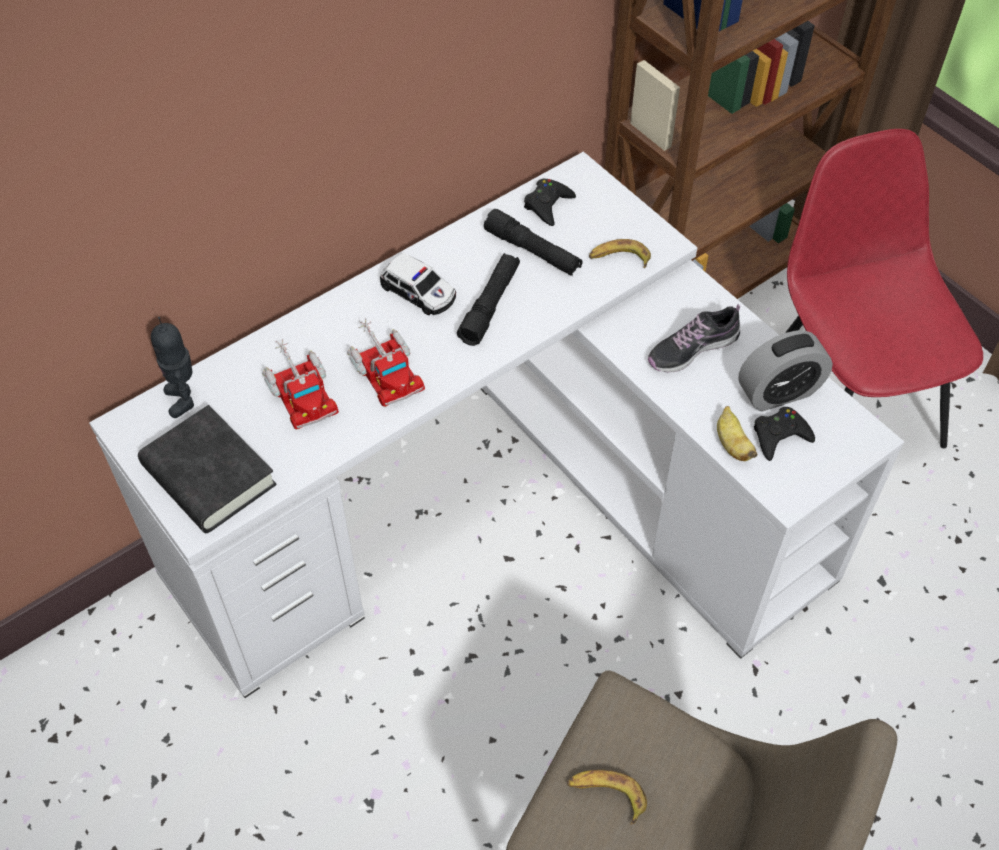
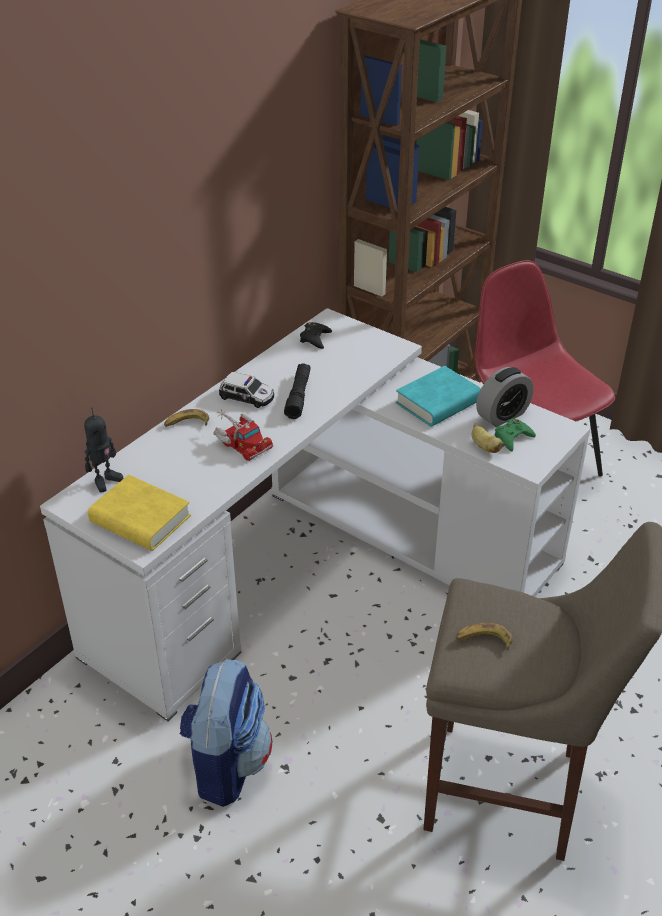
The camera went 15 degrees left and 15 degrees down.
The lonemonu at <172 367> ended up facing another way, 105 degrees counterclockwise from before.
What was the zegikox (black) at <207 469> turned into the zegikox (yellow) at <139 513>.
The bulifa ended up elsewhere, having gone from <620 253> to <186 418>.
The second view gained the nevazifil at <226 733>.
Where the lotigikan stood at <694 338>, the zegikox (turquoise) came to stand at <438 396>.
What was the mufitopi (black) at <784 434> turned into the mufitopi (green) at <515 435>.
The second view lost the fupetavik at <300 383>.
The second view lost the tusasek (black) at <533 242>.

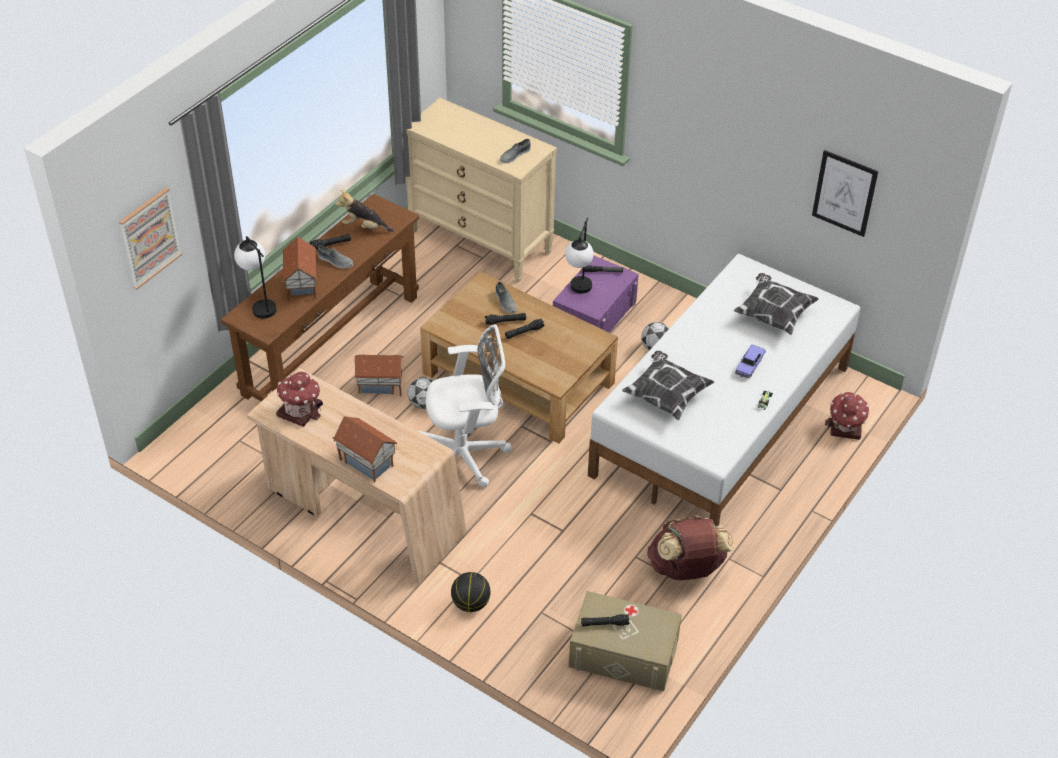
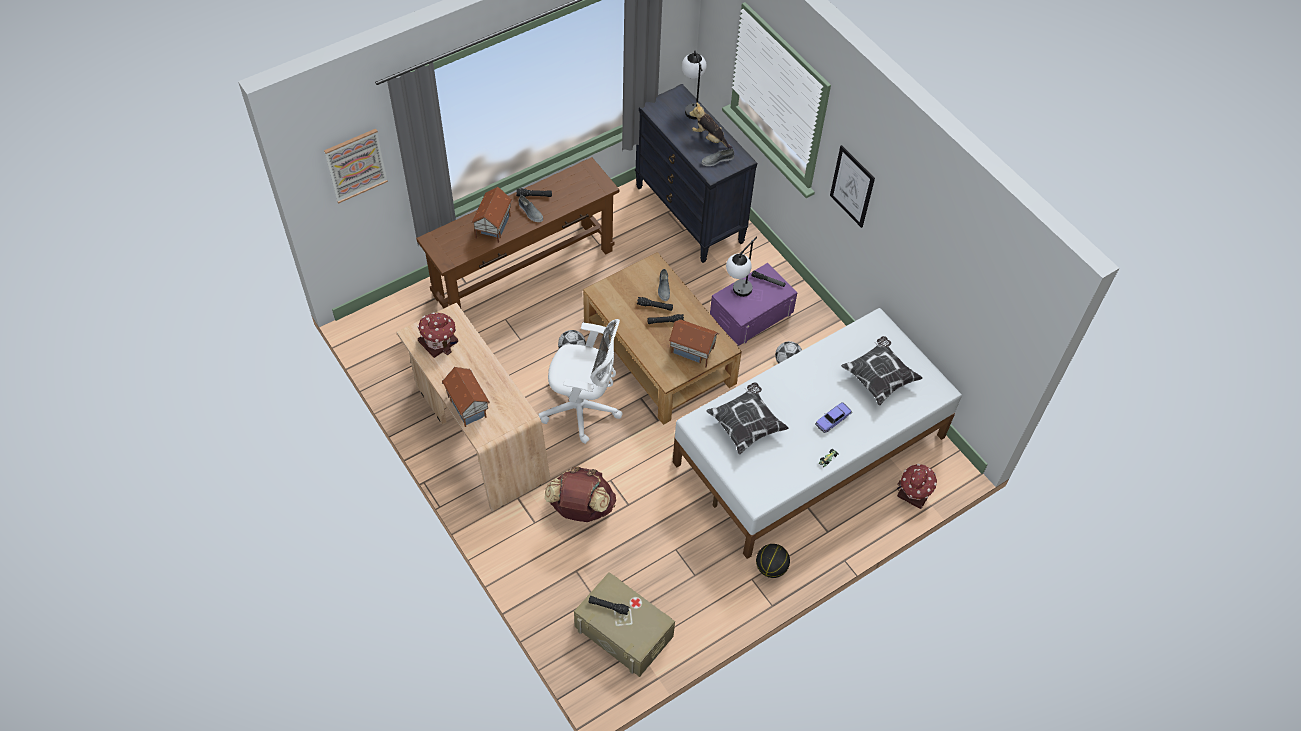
The camera went 20 degrees right and 10 degrees up.
The nevazifil (brown) ended up elsewhere, having gone from <690 547> to <580 494>.
What was the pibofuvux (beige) at <481 189> turned into the pibofuvux (black) at <696 173>.
The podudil ended up elsewhere, having gone from <379 375> to <693 343>.
The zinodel ended up elsewhere, having gone from <255 277> to <694 85>.
The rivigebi ended up elsewhere, having gone from <365 211> to <711 125>.
The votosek ended up elsewhere, having gone from <471 592> to <773 561>.
The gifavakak ended up elsewhere, having gone from <845 193> to <852 186>.

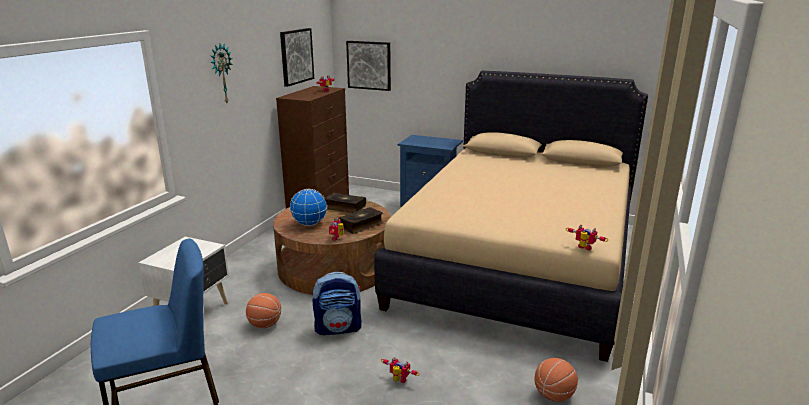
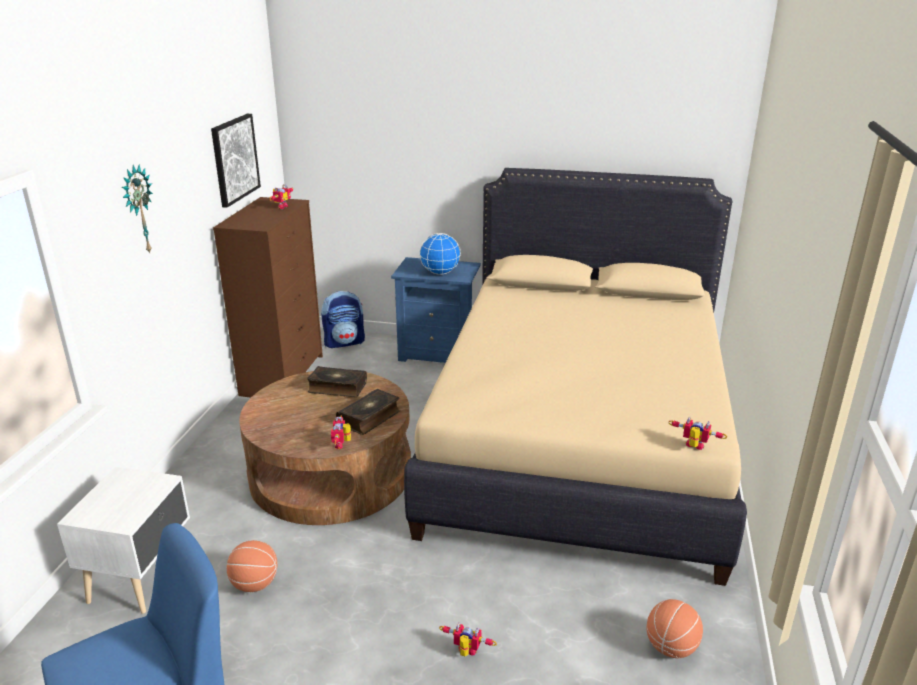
The camera went 10 degrees left and 5 degrees up.
The nevazifil ended up elsewhere, having gone from <337 303> to <343 319>.
The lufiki ended up elsewhere, having gone from <308 207> to <440 254>.
The second view lost the gifavakak at <368 66>.

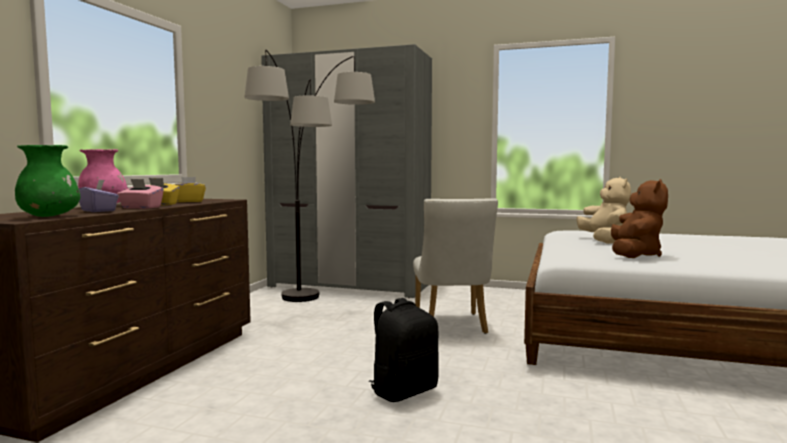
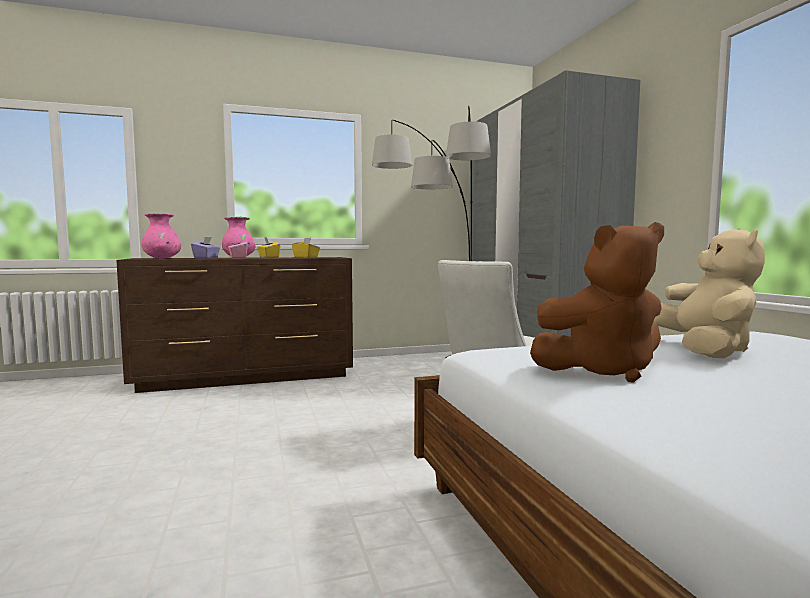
The camera went 55 degrees right and 0 degrees up.
What was the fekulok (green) at <47 181> turned into the fekulok (pink) at <161 236>.
The rivigebi (beige) at <604 210> ended up facing another way, 45 degrees counterclockwise from before.
The second view lost the nevazifil (black) at <404 350>.

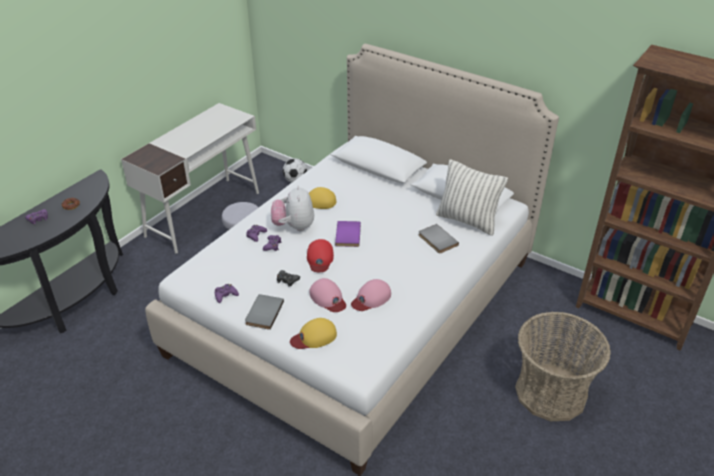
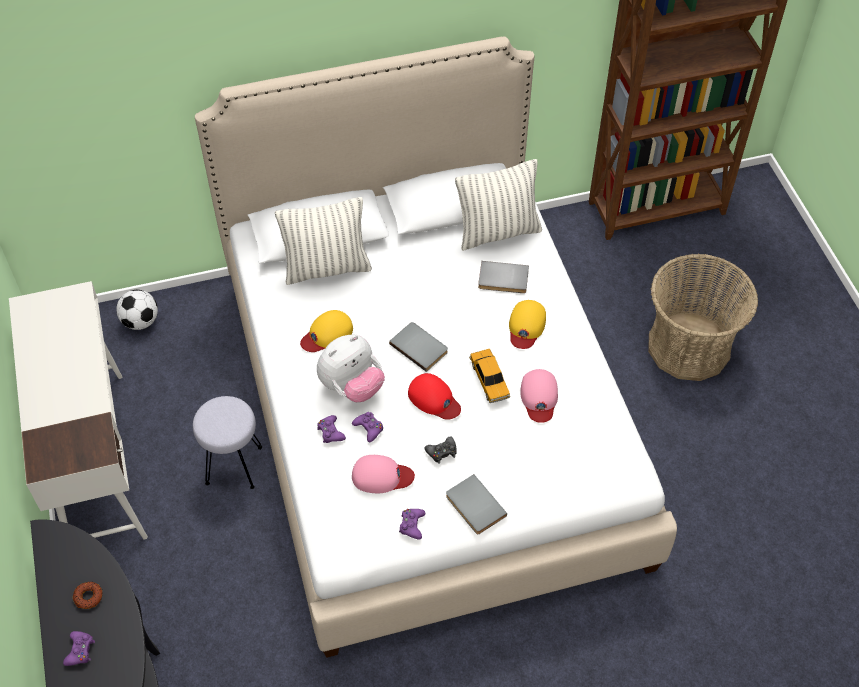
The camera went 50 degrees left and 15 degrees up.
The second view gained the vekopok at <323 241>.
The rivigebi at <292 208> ended up facing another way, 75 degrees counterclockwise from before.
The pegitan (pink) ended up elsewhere, having gone from <328 295> to <383 474>.
What was the zegikox (purple) at <348 234> turned into the zegikox (grey) at <418 347>.
The second view gained the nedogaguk at <489 376>.
The pegitan (yellow) ended up elsewhere, having gone from <313 333> to <527 324>.

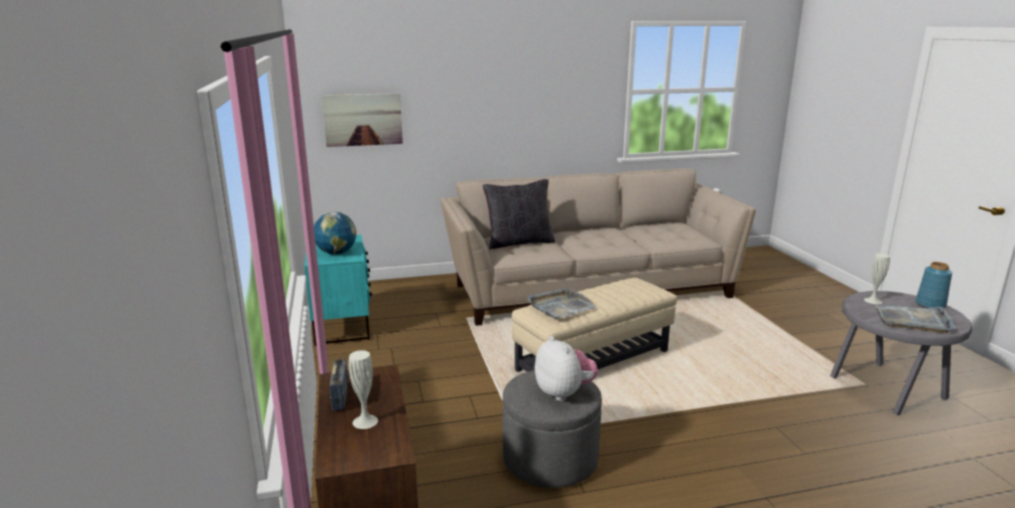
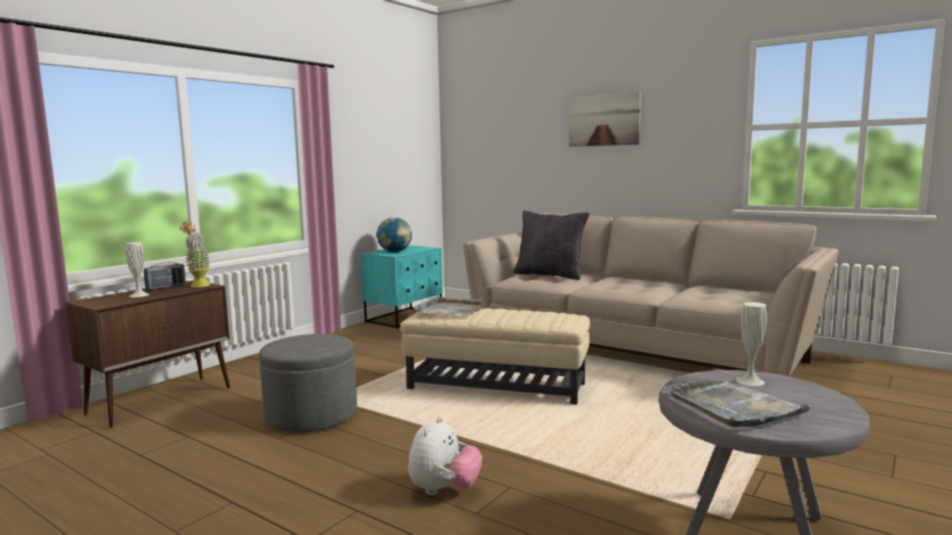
The camera went 50 degrees right and 10 degrees down.
The second view gained the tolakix at <195 255>.
The rivigebi ended up elsewhere, having gone from <566 368> to <445 455>.
The gifavakak ended up elsewhere, having gone from <362 120> to <605 119>.
The second view lost the fekulok (blue) at <933 285>.

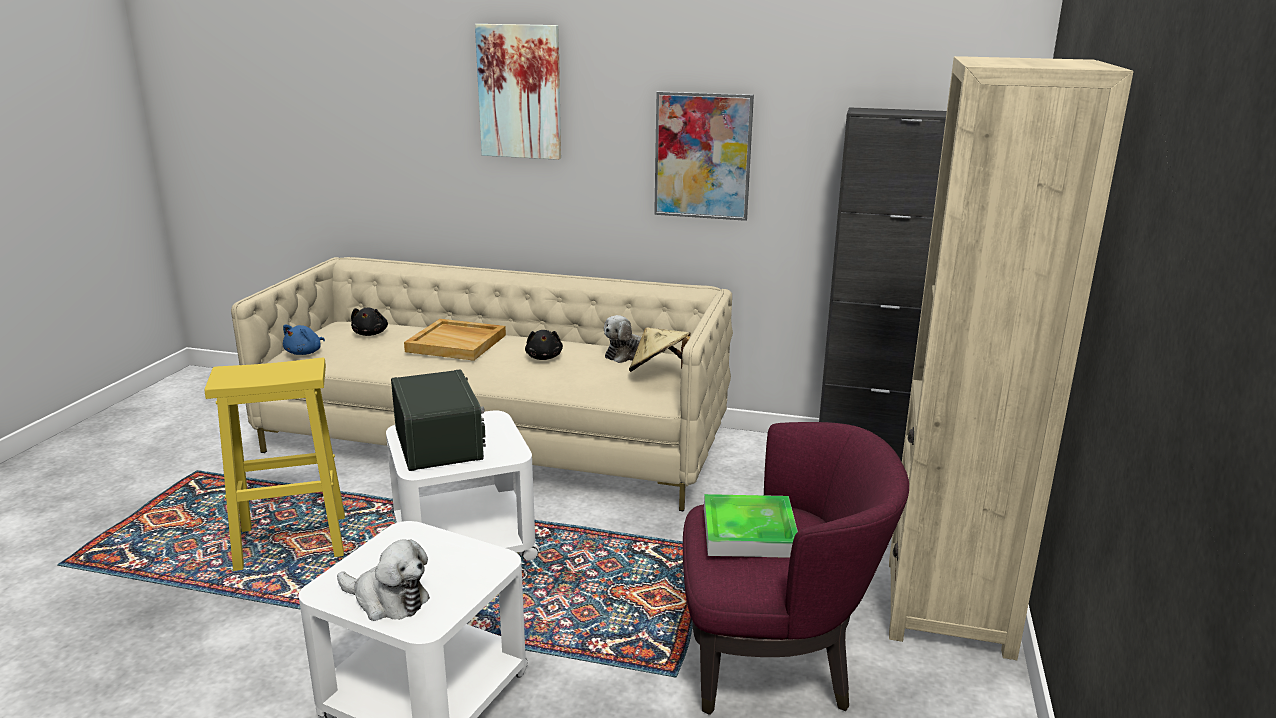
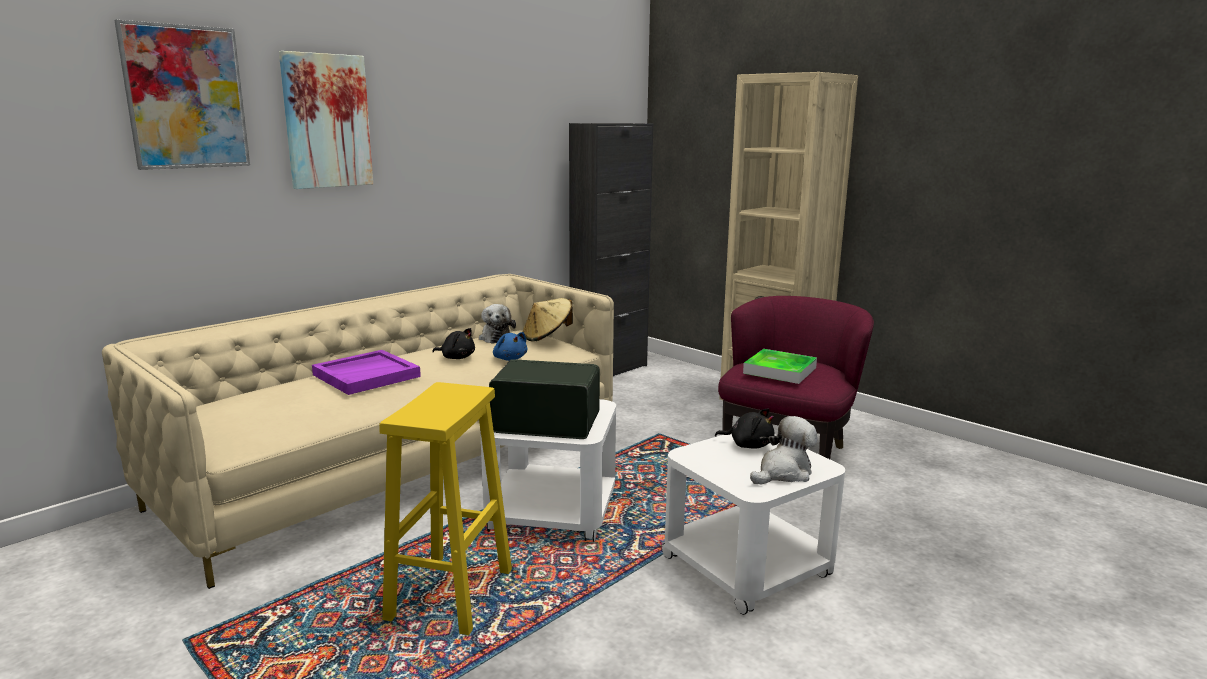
The camera went 60 degrees left and 5 degrees down.
The gifavakak ended up elsewhere, having gone from <704 156> to <182 95>.
What was the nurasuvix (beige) at <455 340> turned into the nurasuvix (purple) at <366 372>.
The rivigebi (blue) ended up elsewhere, having gone from <304 339> to <510 346>.
The rivigebi (black) ended up elsewhere, having gone from <369 321> to <745 428>.

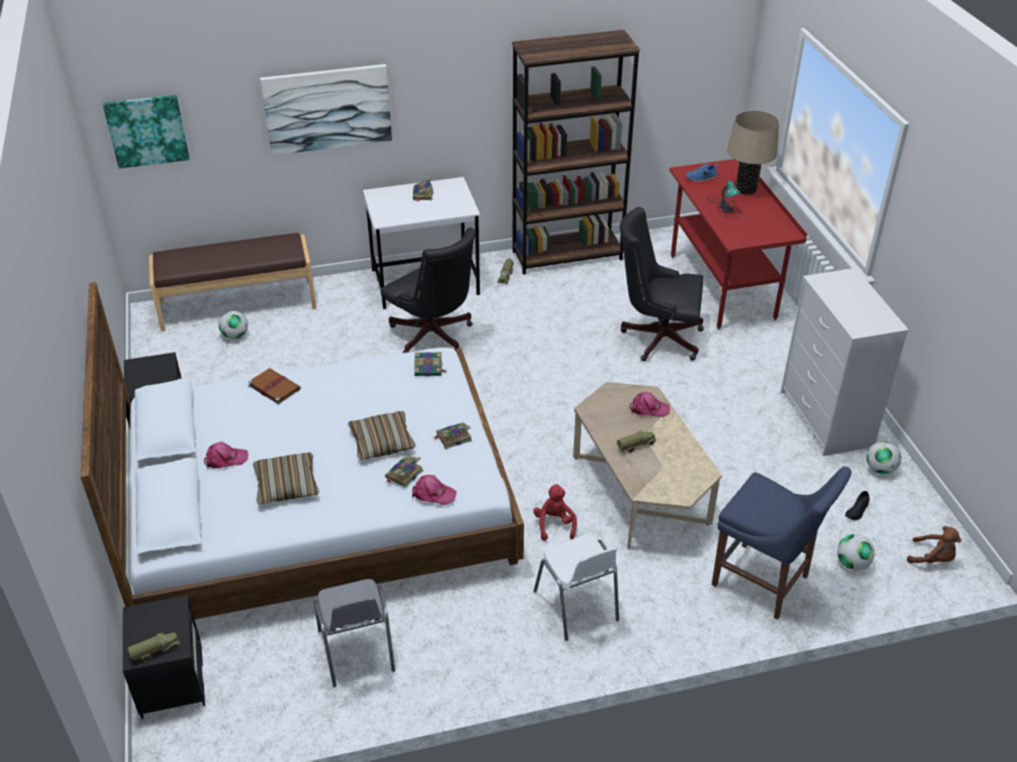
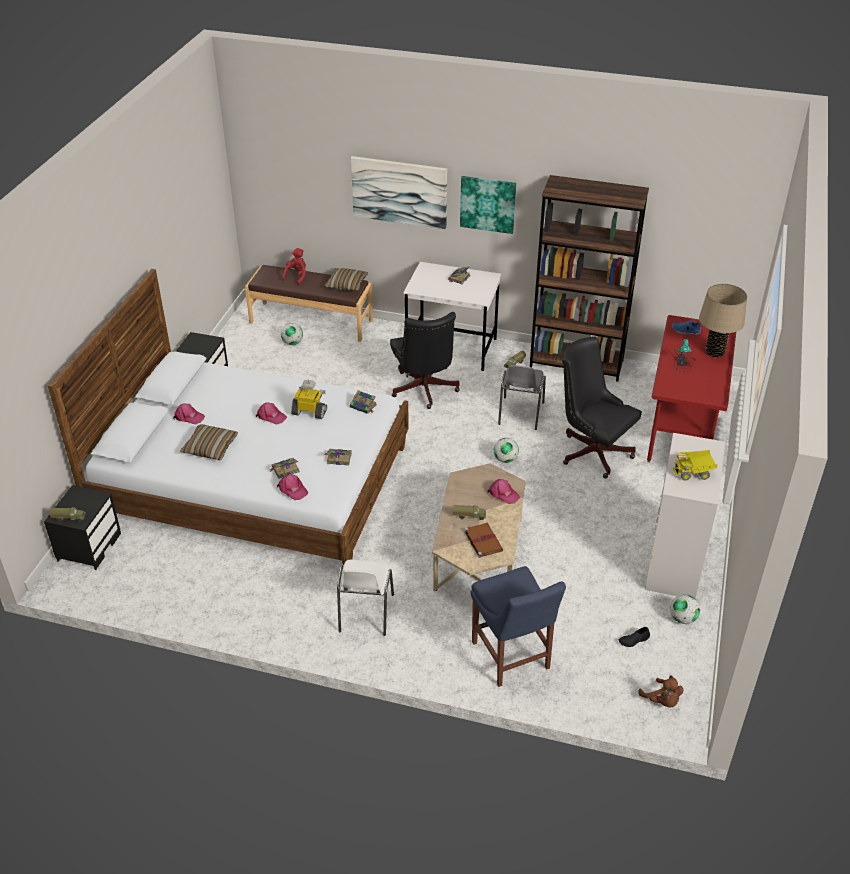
The camera went 30 degrees right and 0 degrees up.
The second view gained the pegitan (pink) at <271 413>.
The rivigebi (red) ended up elsewhere, having gone from <555 512> to <294 266>.
The second view gained the lonemonu at <309 399>.
The vekopok ended up elsewhere, having gone from <381 435> to <346 279>.
The gifavakak ended up elsewhere, having gone from <146 132> to <488 205>.
The zegikox (brown) ended up elsewhere, having gone from <274 386> to <483 540>.
The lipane ended up elsewhere, having gone from <856 552> to <506 450>.
The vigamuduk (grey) ended up elsewhere, having gone from <354 633> to <522 397>.
The second view gained the fupetavik at <695 465>.

